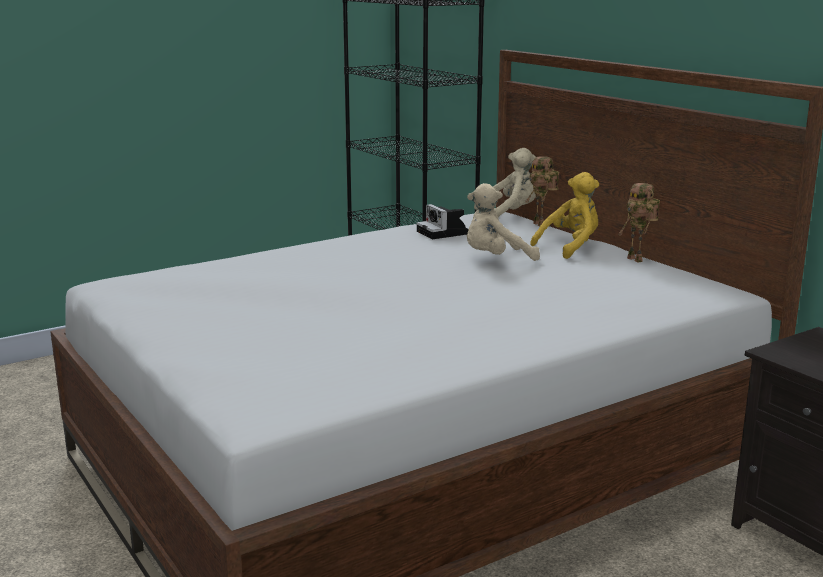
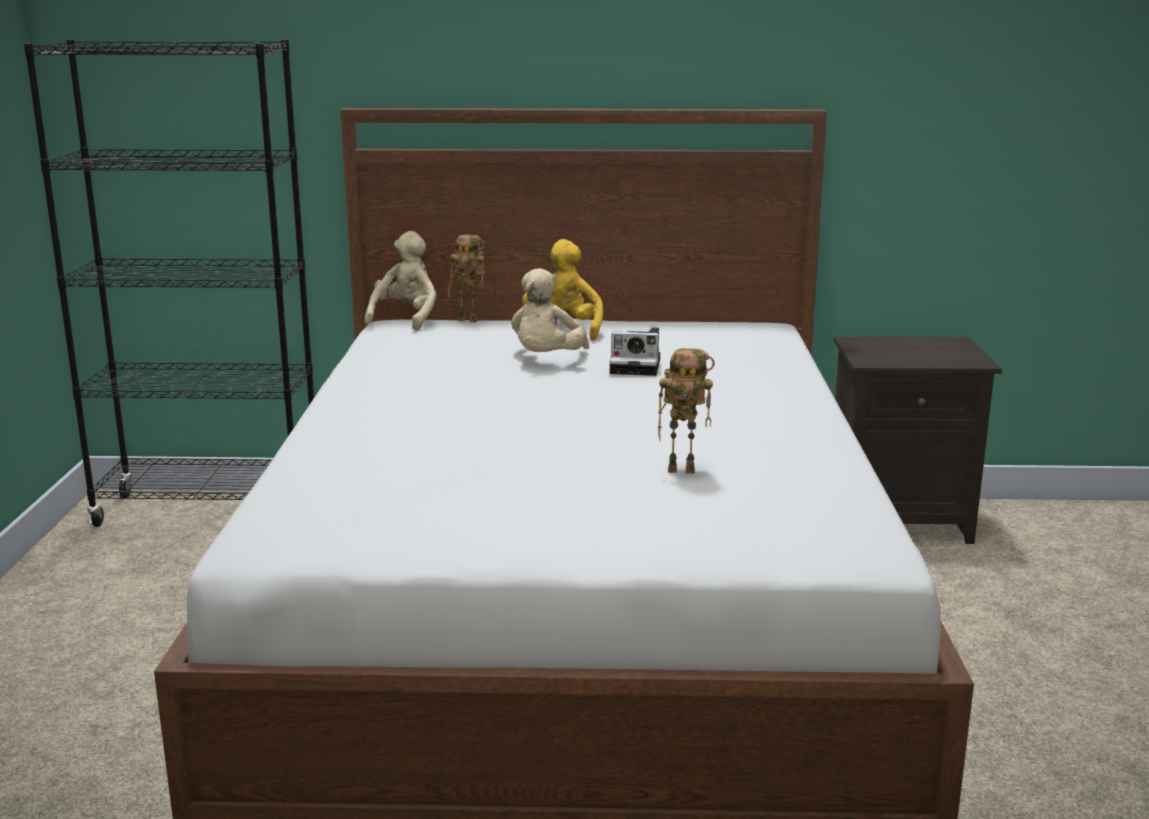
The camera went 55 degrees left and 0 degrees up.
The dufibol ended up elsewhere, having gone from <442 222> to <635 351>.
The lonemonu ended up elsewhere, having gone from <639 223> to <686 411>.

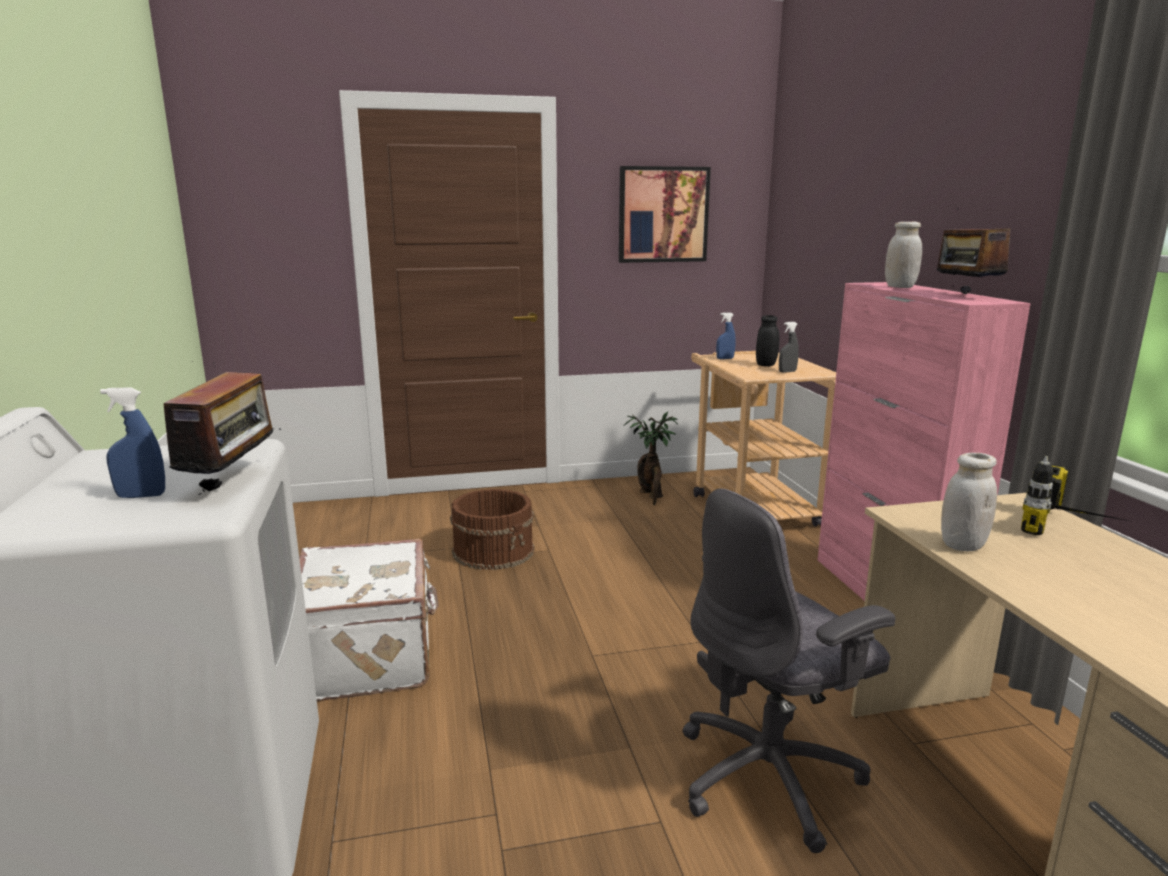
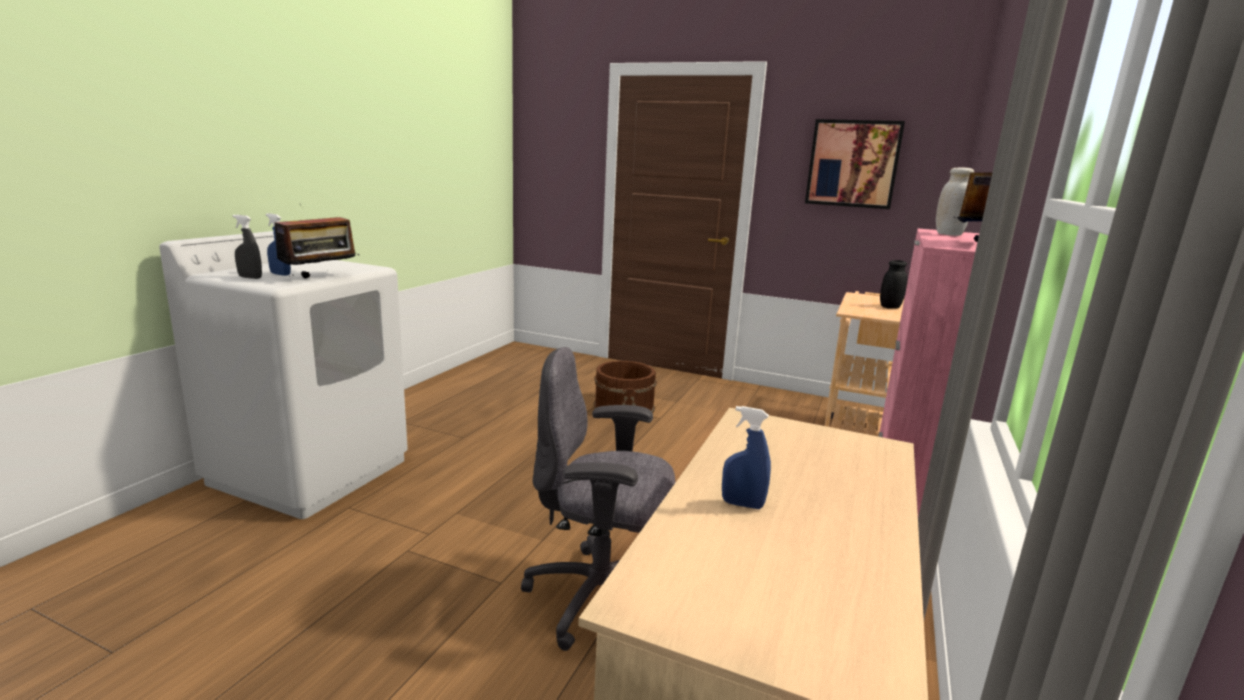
The camera went 35 degrees right and 0 degrees up.
The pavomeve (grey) ended up elsewhere, having gone from <789 347> to <247 247>.
The pavomeve (blue) ended up elsewhere, having gone from <726 335> to <746 457>.
The second view lost the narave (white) at <369 620>.
The second view lost the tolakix at <650 458>.
The second view lost the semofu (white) at <969 502>.
The second view lost the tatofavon at <1075 495>.

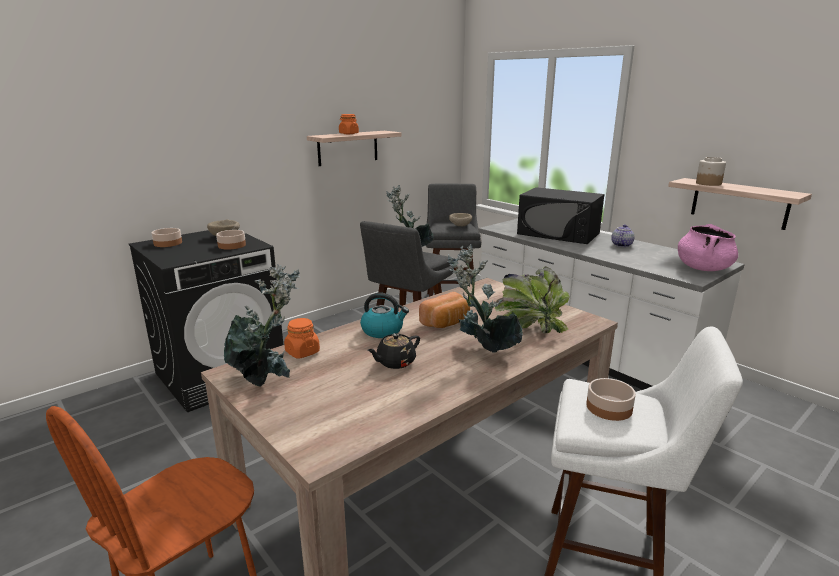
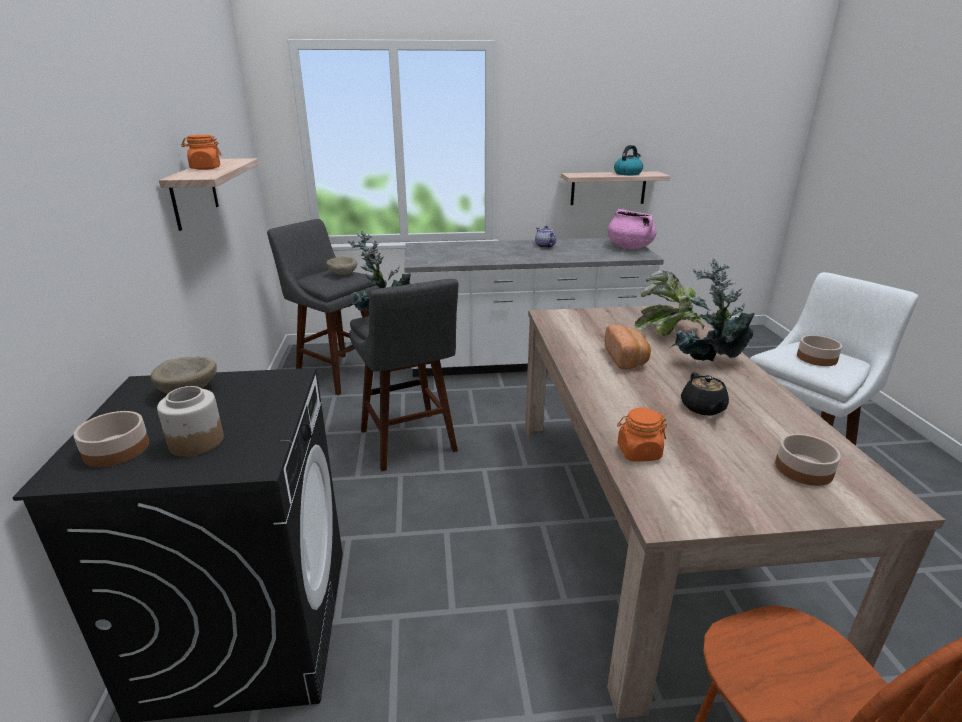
The camera went 55 degrees left and 5 degrees up.
The semofu ended up elsewhere, having gone from <711 171> to <190 421>.
The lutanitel ended up elsewhere, having gone from <384 315> to <628 160>.
The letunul ended up elsewhere, having gone from <231 240> to <808 460>.
The second view lost the tolakix at <262 325>.
The second view lost the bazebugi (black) at <560 215>.

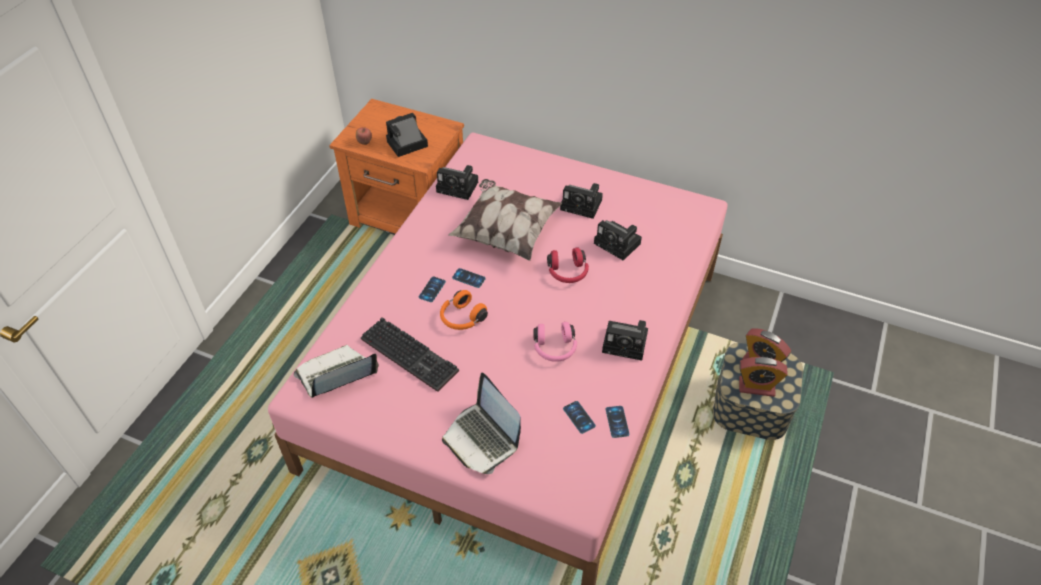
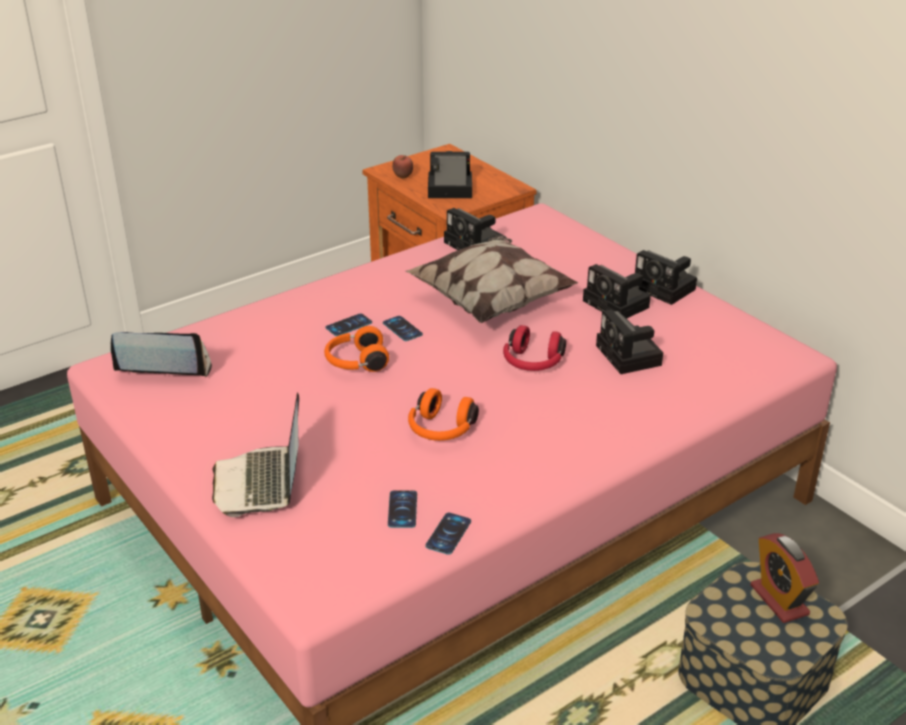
The camera went 30 degrees right and 15 degrees down.
What was the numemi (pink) at <555 342> turned into the numemi (orange) at <443 414>.
The dufibol ended up elsewhere, having gone from <625 340> to <666 277>.
The second view lost the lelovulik at <410 354>.
The second view lost the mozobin at <763 377>.

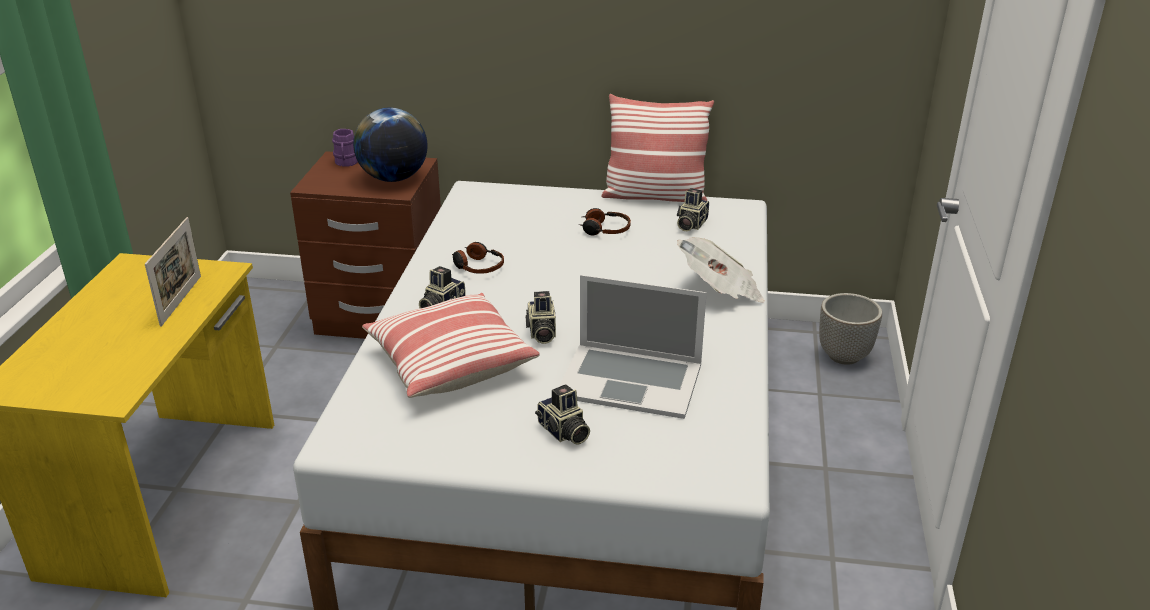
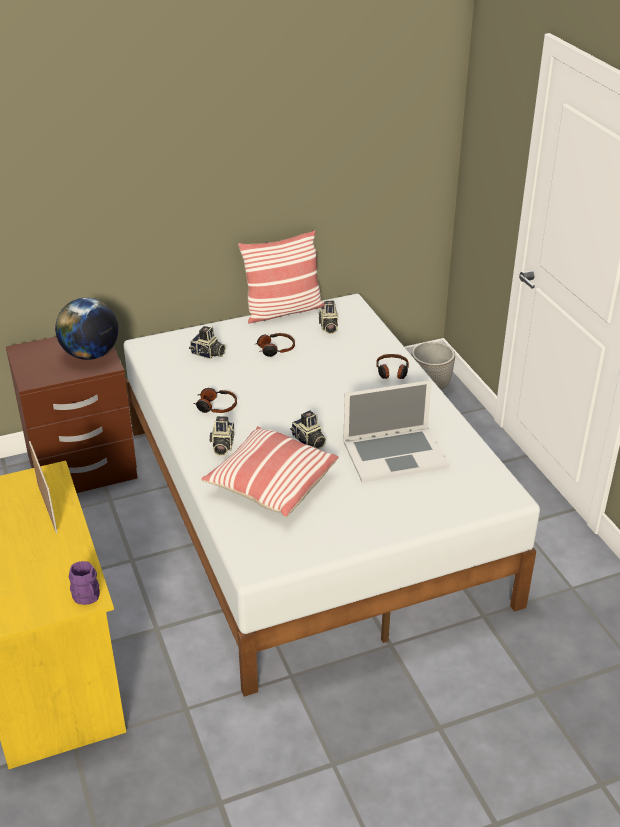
The camera went 30 degrees left and 5 degrees up.
The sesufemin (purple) ended up elsewhere, having gone from <345 148> to <84 583>.
The dufibol ended up elsewhere, having gone from <562 414> to <207 342>.
Where the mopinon stood at <721 269>, the numemi came to stand at <392 366>.

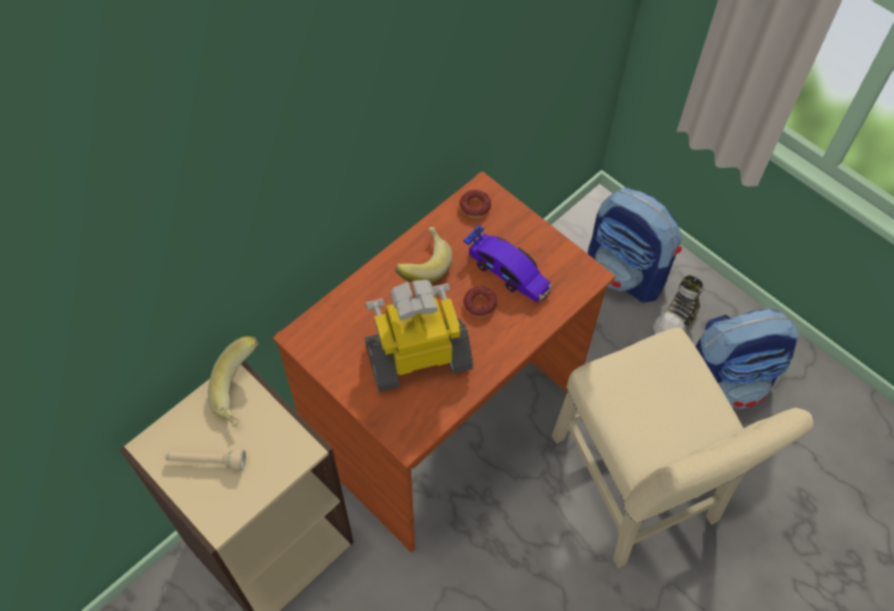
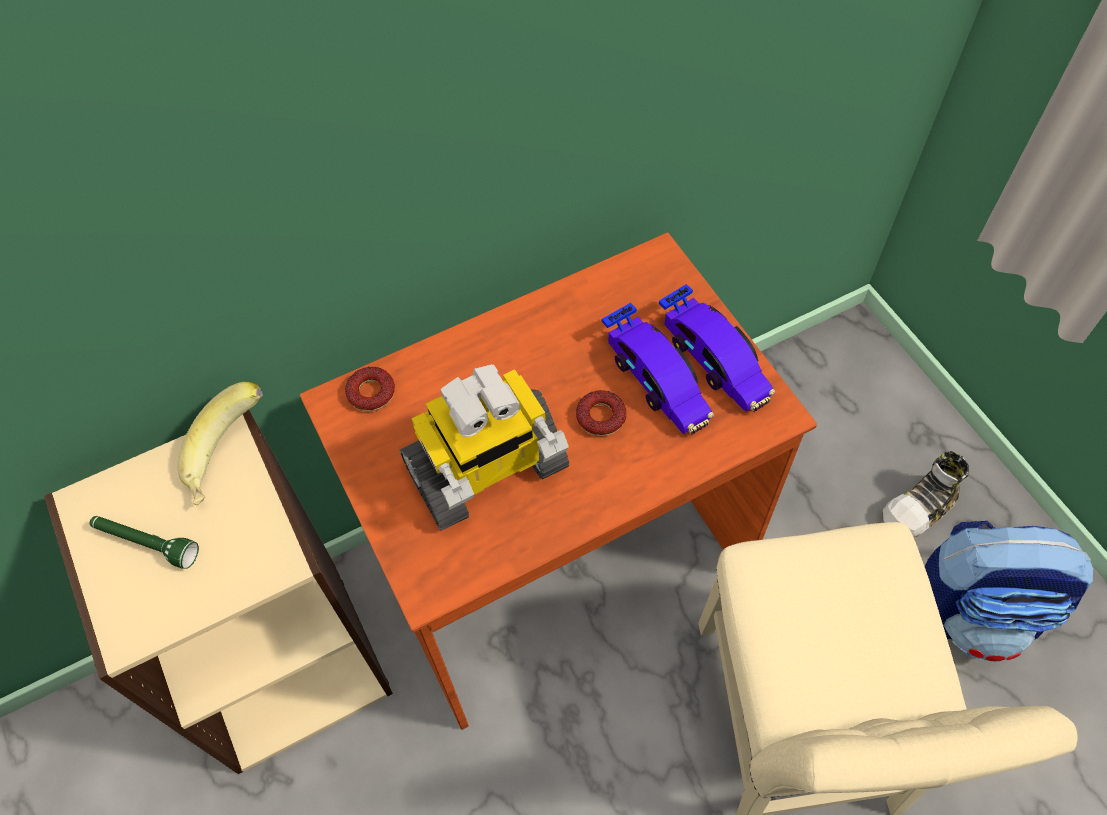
The camera went 20 degrees right and 0 degrees up.
What was the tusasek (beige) at <205 460> turned into the tusasek (green) at <144 542>.
The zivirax ended up elsewhere, having gone from <475 204> to <370 389>.
The lonemonu at <419 336> ended up facing another way, 150 degrees clockwise from before.
The second view gained the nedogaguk at <717 348>.
The second view lost the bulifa at <424 255>.
The second view lost the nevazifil at <635 245>.

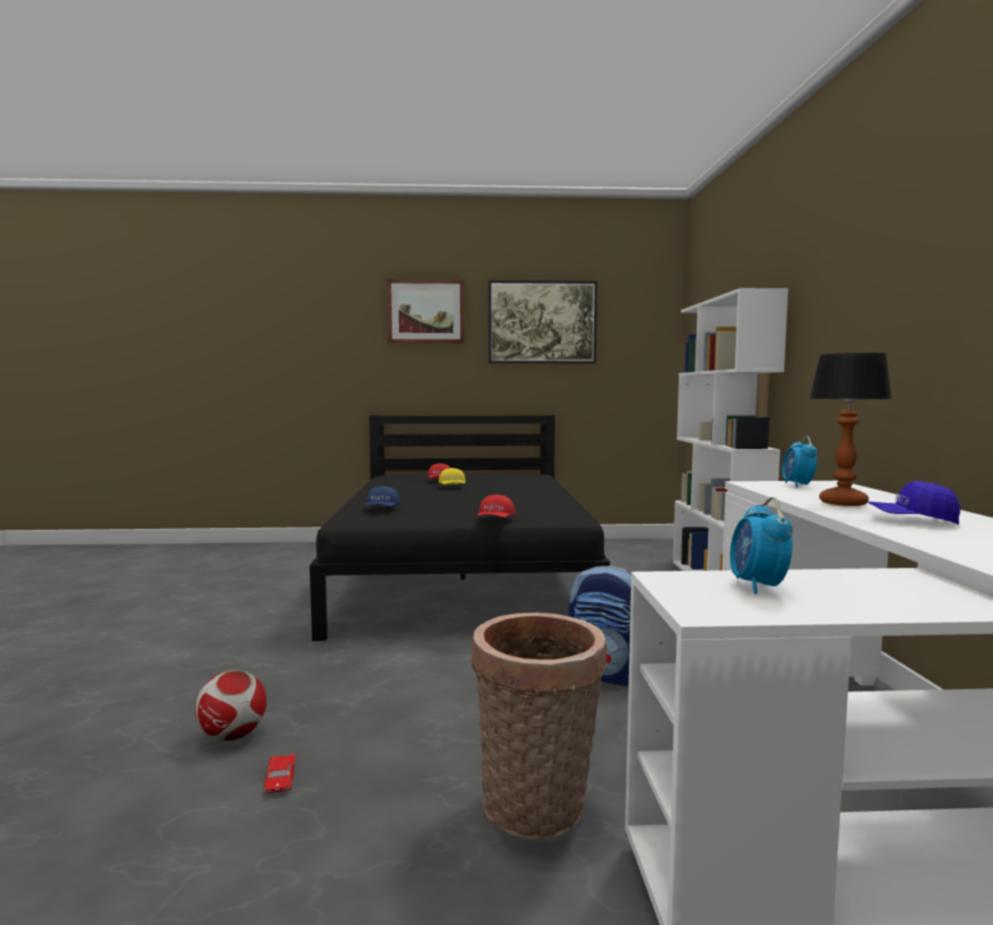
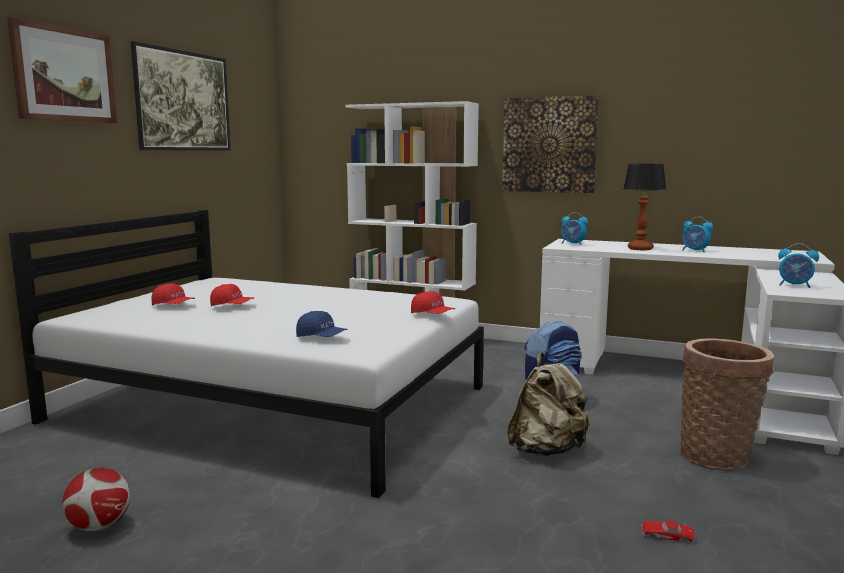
The camera went 65 degrees left and 5 degrees up.
What was the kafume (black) at <460 528> turned into the kafume (white) at <246 354>.
The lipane ended up elsewhere, having gone from <231 705> to <96 499>.
What was the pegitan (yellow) at <452 476> turned into the pegitan (red) at <232 295>.
The second view gained the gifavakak at <550 144>.
The second view gained the nevazifil (beige) at <548 404>.
Where the pegitan (blue) stood at <914 503>, the mozobin came to stand at <697 234>.

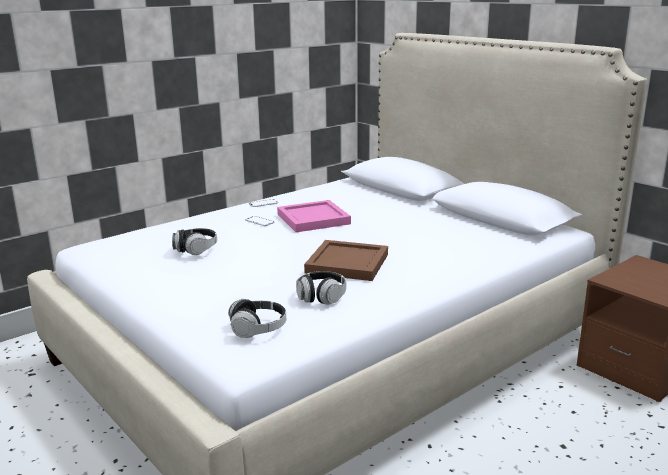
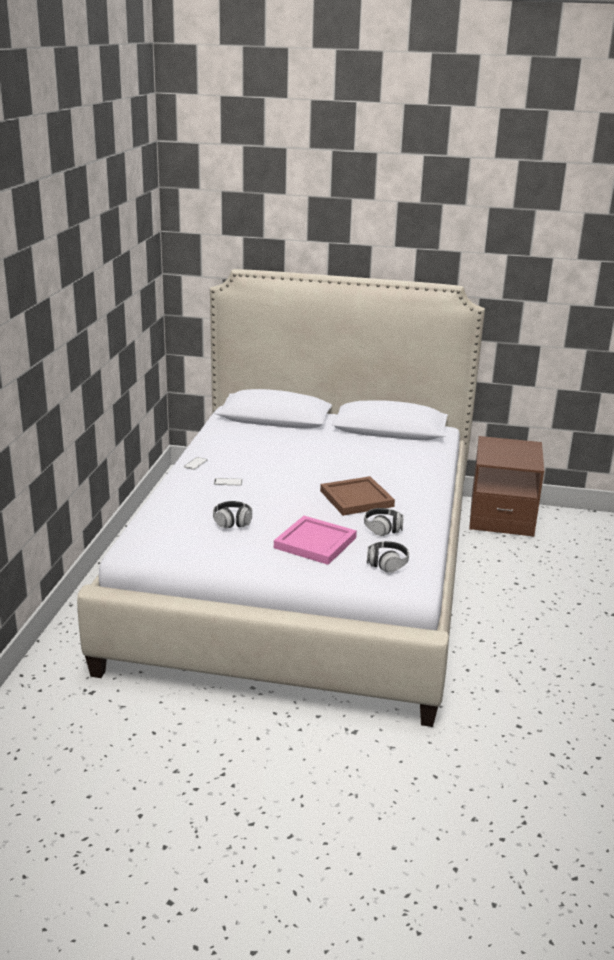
The camera went 40 degrees left and 5 degrees up.
The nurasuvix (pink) ended up elsewhere, having gone from <314 216> to <315 540>.

